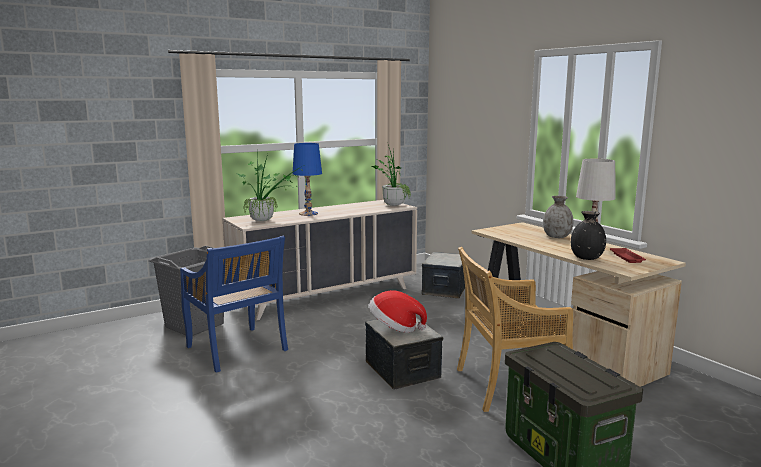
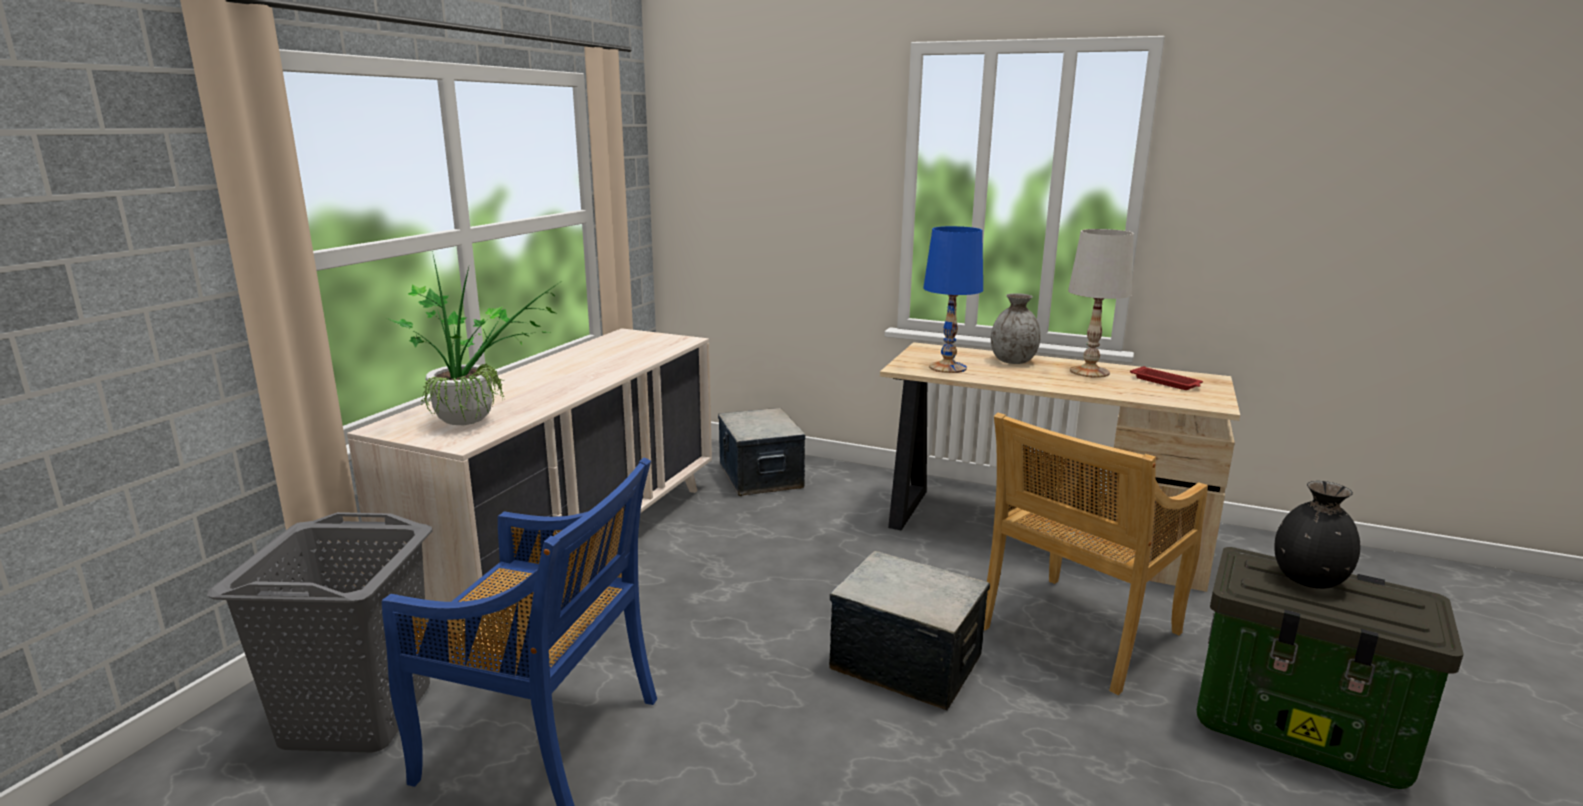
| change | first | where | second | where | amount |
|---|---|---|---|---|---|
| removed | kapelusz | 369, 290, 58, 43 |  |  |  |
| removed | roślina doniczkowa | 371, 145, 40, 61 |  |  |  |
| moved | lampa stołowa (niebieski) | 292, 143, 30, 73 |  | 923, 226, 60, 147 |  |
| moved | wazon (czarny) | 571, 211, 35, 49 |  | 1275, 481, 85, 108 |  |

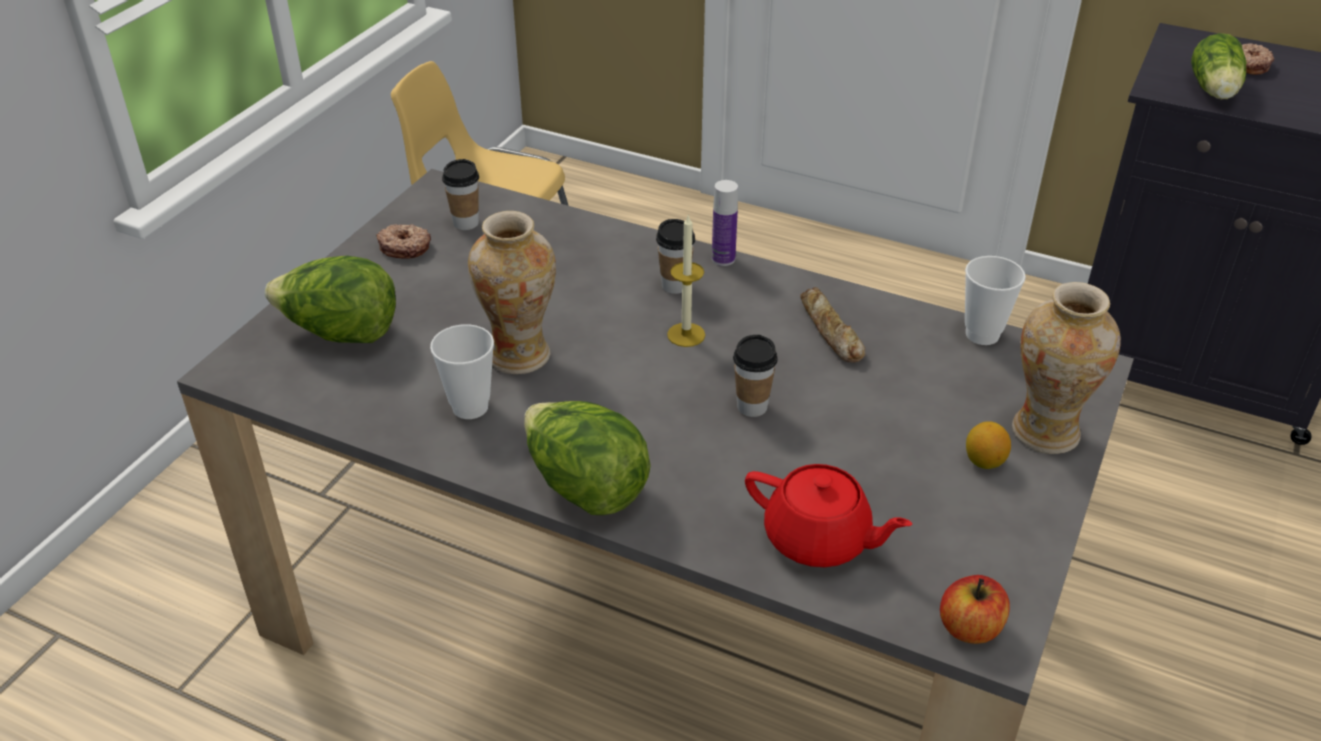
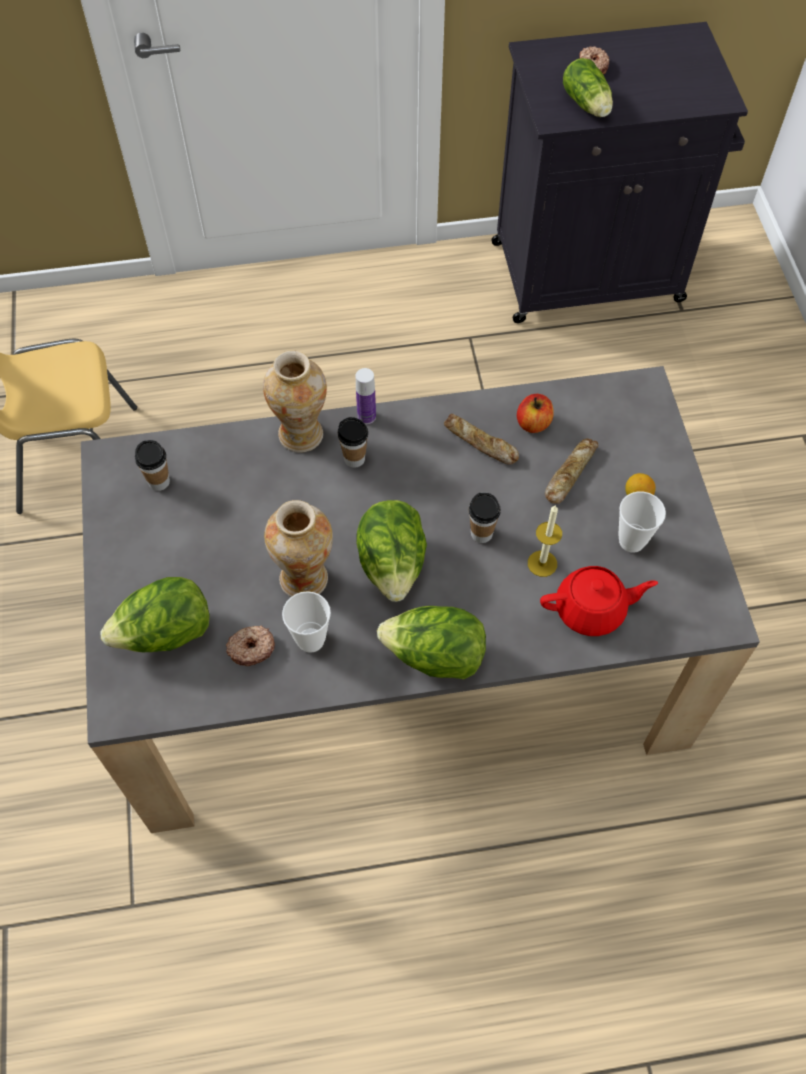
| change | first | where | second | where | amount |
|---|---|---|---|---|---|
| added |  |  | sałata | 356, 500, 71, 102 |  |
| added |  |  | chleb | 545, 439, 53, 65 |  |
| moved | donut | 376, 224, 55, 35 |  | 226, 626, 49, 40 |  |
| moved | świeca | 667, 214, 38, 133 |  | 528, 505, 34, 72 |  |
| moved | jabłko | 940, 575, 70, 69 |  | 517, 394, 37, 39 |  |
| moved | filiżanka | 965, 256, 61, 89 |  | 618, 492, 48, 61 |  |
| moved | wazon | 1012, 282, 109, 172 |  | 263, 350, 64, 103 |  |

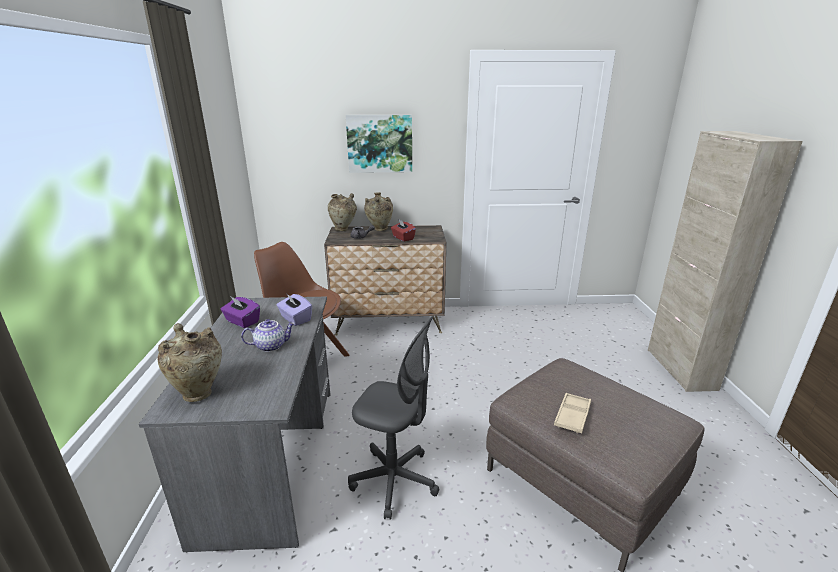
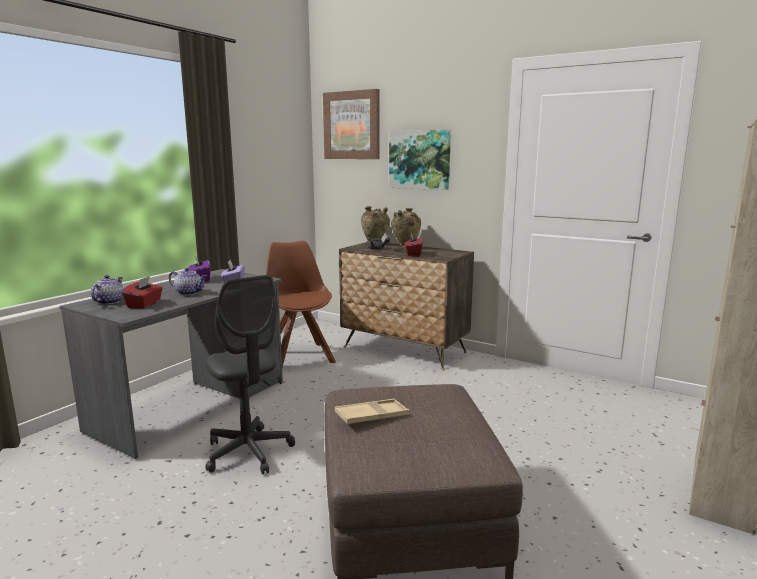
| change | first | where | second | where | amount |
|---|---|---|---|---|---|
| added |  |  | pudełko chusteczek (czerwony) | 122, 276, 41, 33 |  |
| added |  |  | obraz | 323, 89, 57, 70 |  |
| replaced | wazon (beżowy) | 157, 323, 65, 79 | imbryk | 91, 275, 33, 30 |  |

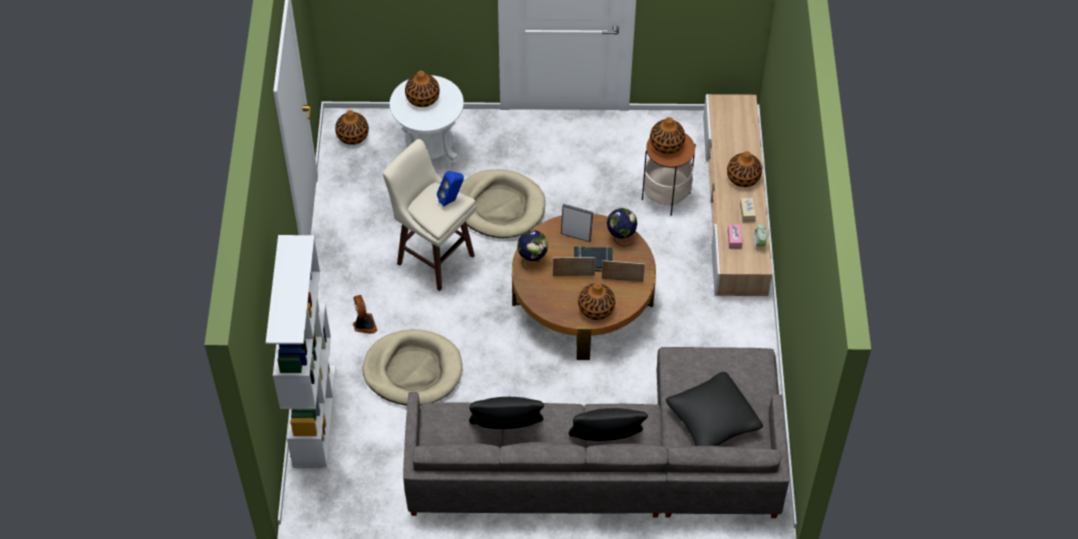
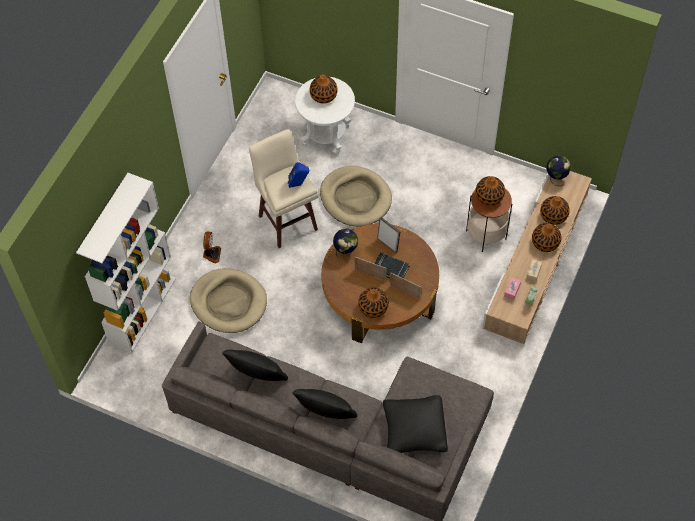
| change | first | where | second | where | amount |
|---|---|---|---|---|---|
| moved | wazon | 335, 110, 34, 35 |  | 540, 196, 30, 29 |  |
| moved | globus | 607, 208, 31, 39 |  | 547, 155, 24, 31 |  |

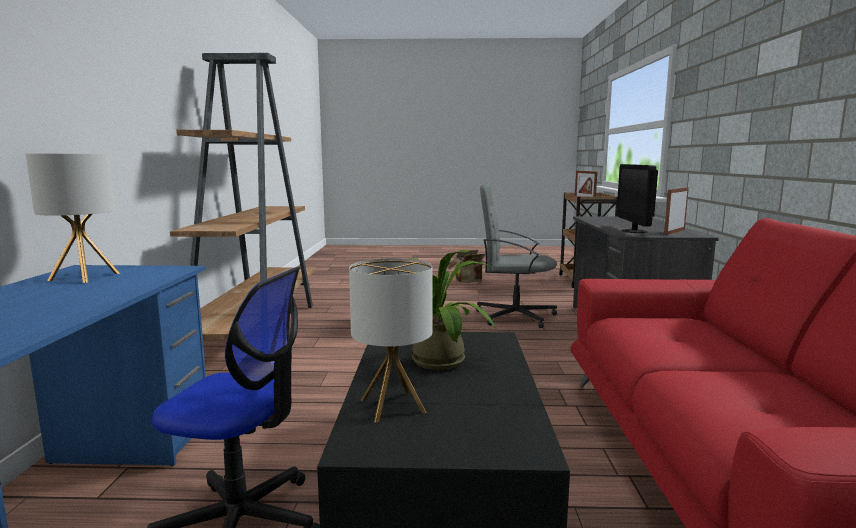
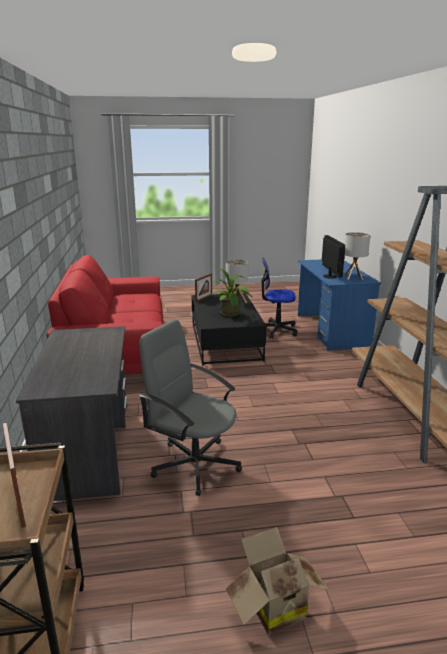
| change | first | where | second | where | amount |
|---|---|---|---|---|---|
| moved | monitor | 617, 164, 41, 69 |  | 322, 235, 23, 44 |  |
| moved | ramka na zdjęcie | 664, 187, 25, 48 |  | 195, 273, 17, 29 |  |
| turned | krzesło biurowe (szary) | 476, 183, 81, 145 |  | 139, 319, 103, 177 | 150 degrees counterclockwise |

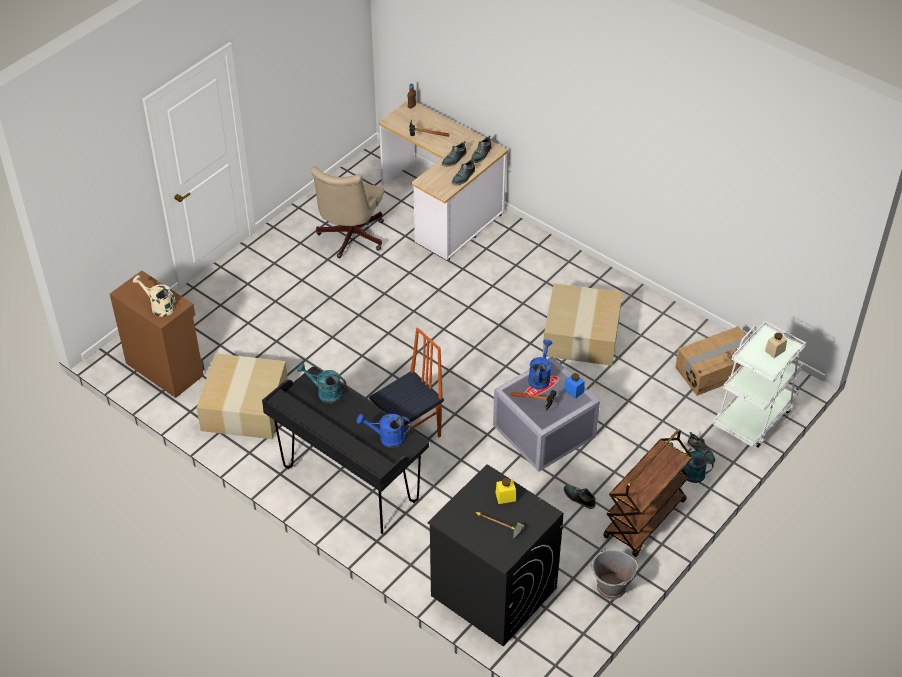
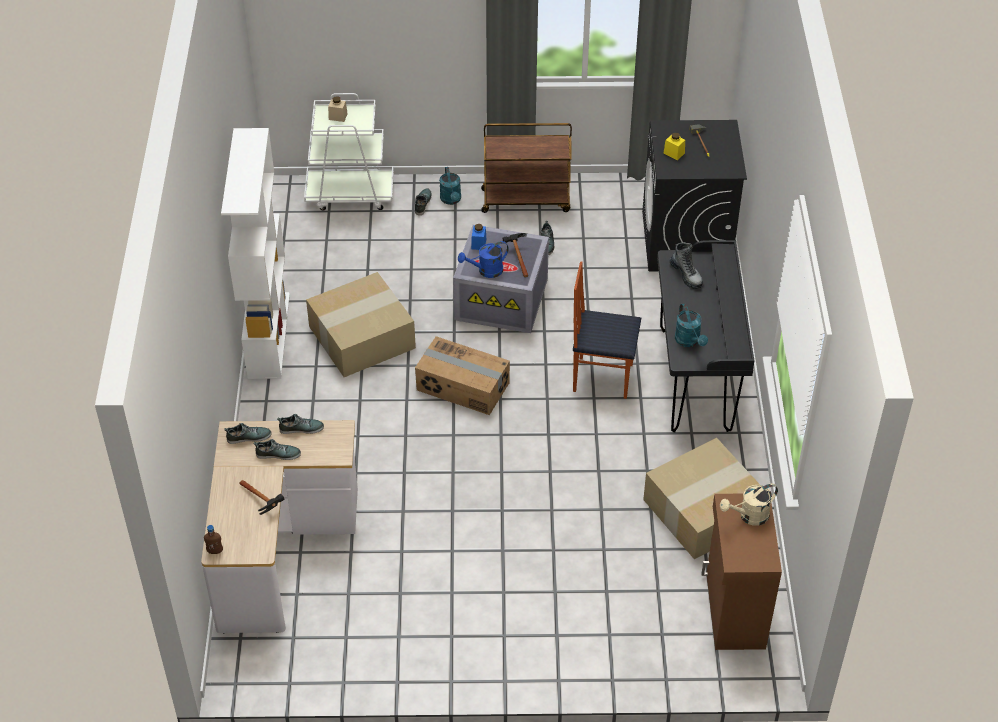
| change | first | where | second | where | amount |
|---|---|---|---|---|---|
| removed | krzesło biurowe (beżowy) | 311, 166, 73, 92 |  |  |  |
| removed | wiadro (szary) | 592, 548, 46, 52 |  |  |  |
| added |  |  | regał (biały) | 221, 128, 69, 251 |  |
| moved | karton | 675, 326, 73, 70 |  | 415, 336, 95, 79 |  |
| replaced | konewka (niebieski) | 357, 414, 54, 34 | but z cholewką | 670, 242, 33, 47 |  |
| turned | konewka (beżowy) | 133, 275, 43, 42 |  | 720, 483, 58, 43 | 75 degrees clockwise |

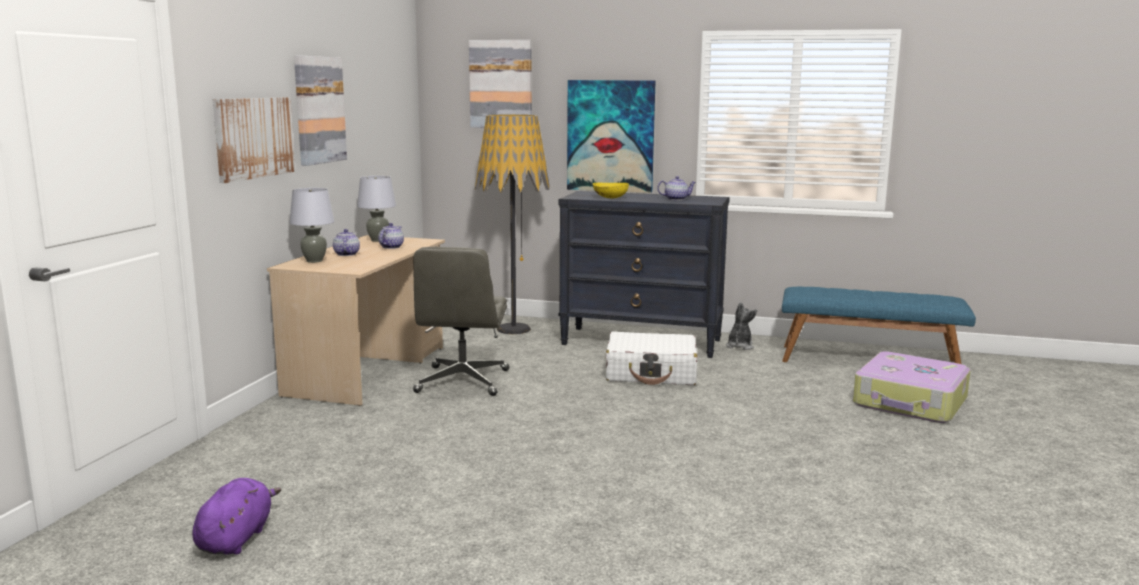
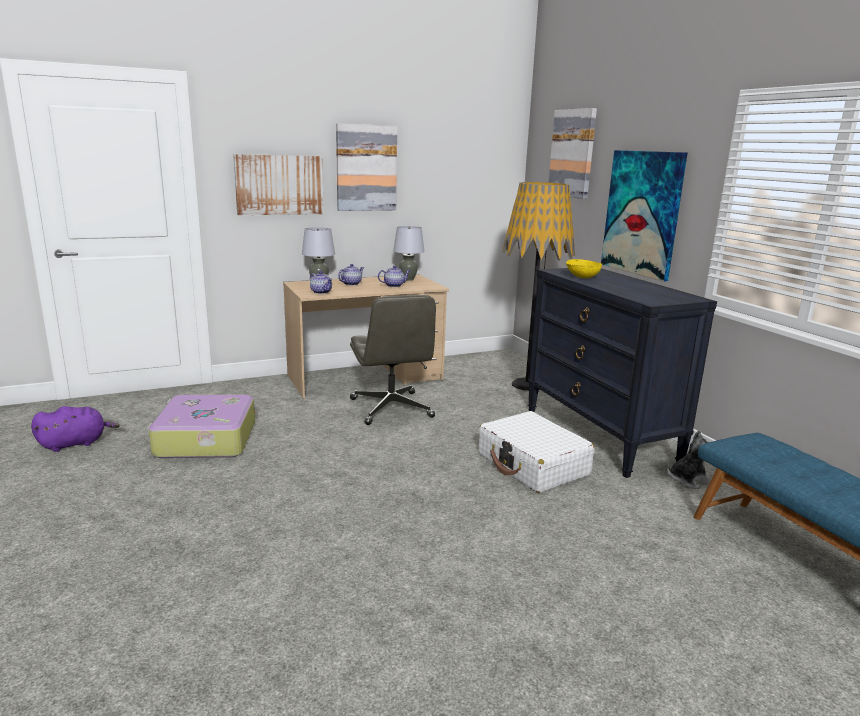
| change | first | where | second | where | amount |
|---|---|---|---|---|---|
| moved | imbryk | 657, 176, 39, 24 |  | 310, 271, 22, 23 |  |
| moved | walizka | 853, 351, 117, 72 |  | 147, 395, 108, 63 |  |
| turned | krzesło biurowe (szary) | 413, 247, 96, 149 |  | 350, 295, 86, 130 | 75 degrees counterclockwise |

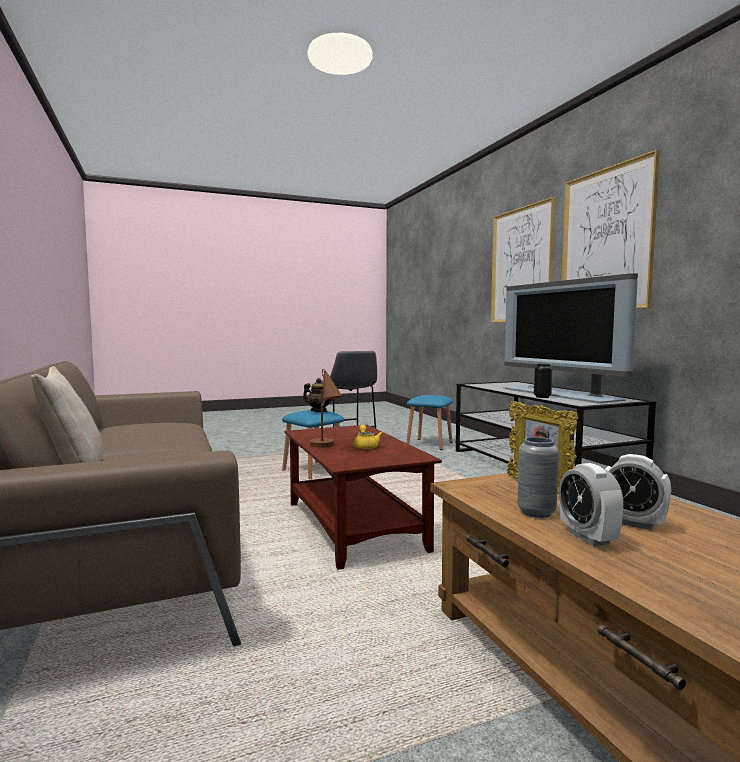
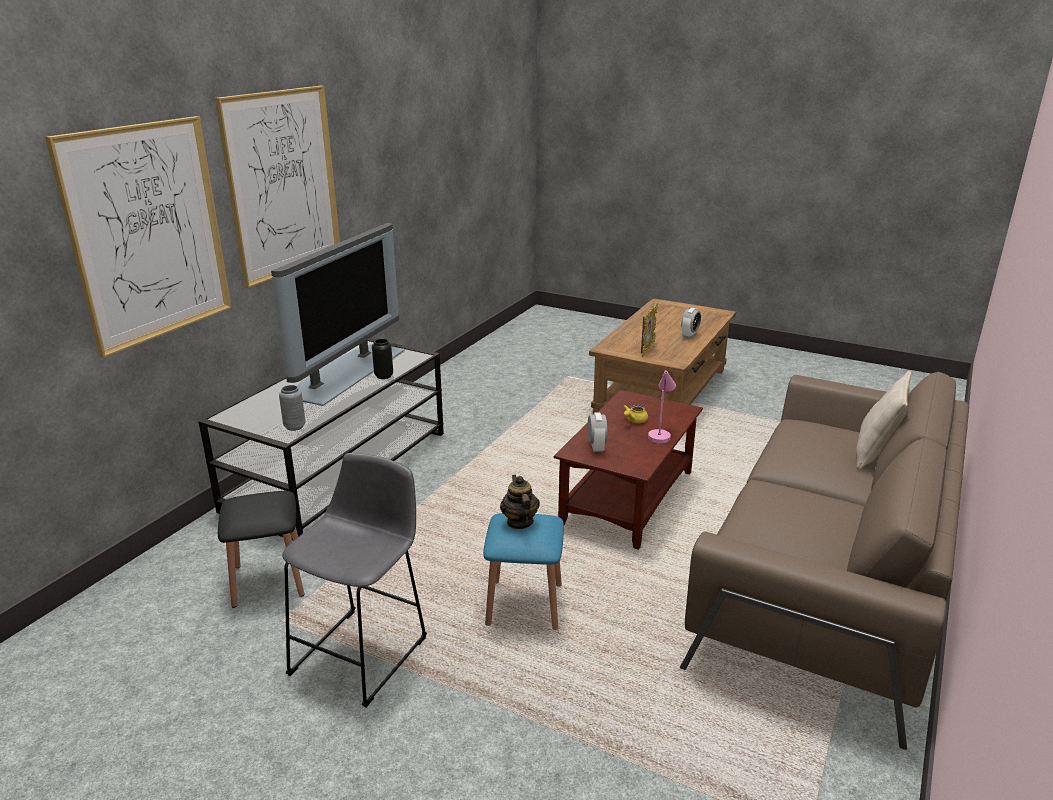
| change | first | where | second | where | amount |
|---|---|---|---|---|---|
| moved | wazon (szary) | 517, 437, 42, 81 |  | 279, 385, 27, 46 |  |
| moved | budzik | 605, 454, 66, 76 |  | 588, 412, 19, 40 |  |
| recoloured | lampa stołowa (brązowy) | 310, 369, 32, 79 | lampa stołowa (różowy) | 648, 370, 28, 73 |  |
| recoloured | stołek (niebieski) | 406, 395, 47, 55 | stołek (czarny) | 218, 491, 87, 117 |  |

